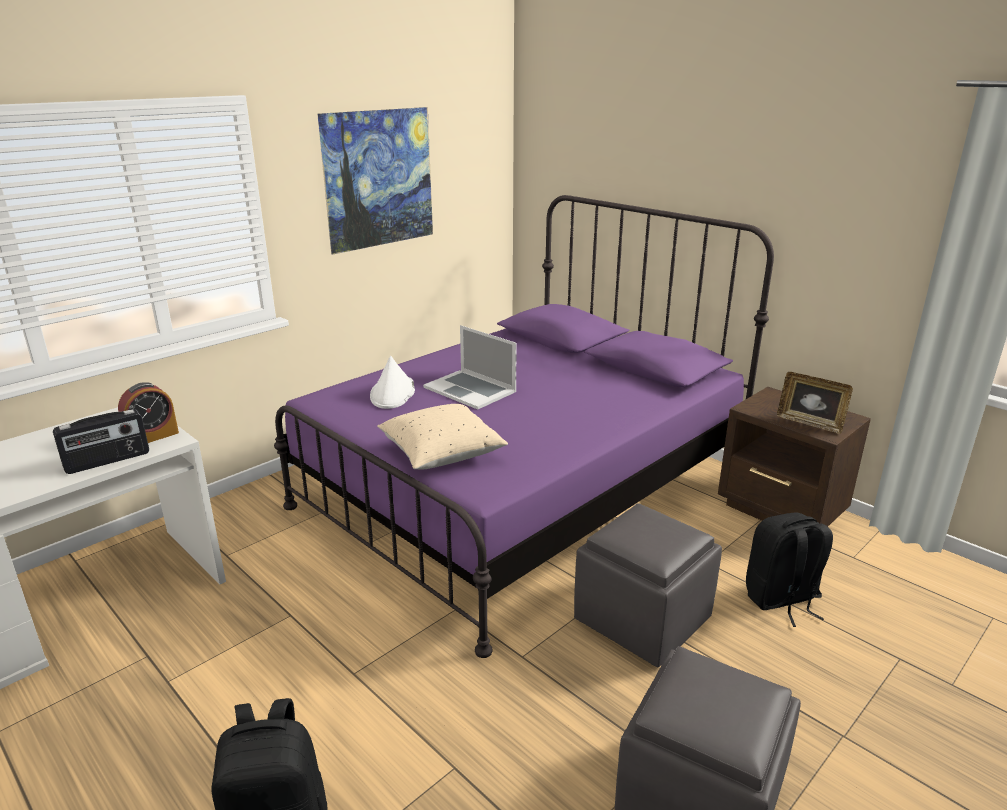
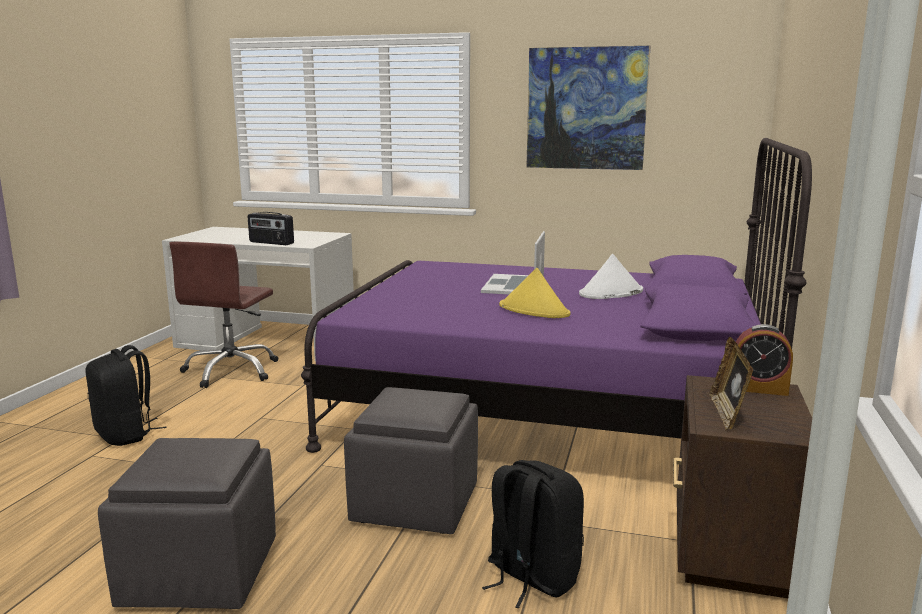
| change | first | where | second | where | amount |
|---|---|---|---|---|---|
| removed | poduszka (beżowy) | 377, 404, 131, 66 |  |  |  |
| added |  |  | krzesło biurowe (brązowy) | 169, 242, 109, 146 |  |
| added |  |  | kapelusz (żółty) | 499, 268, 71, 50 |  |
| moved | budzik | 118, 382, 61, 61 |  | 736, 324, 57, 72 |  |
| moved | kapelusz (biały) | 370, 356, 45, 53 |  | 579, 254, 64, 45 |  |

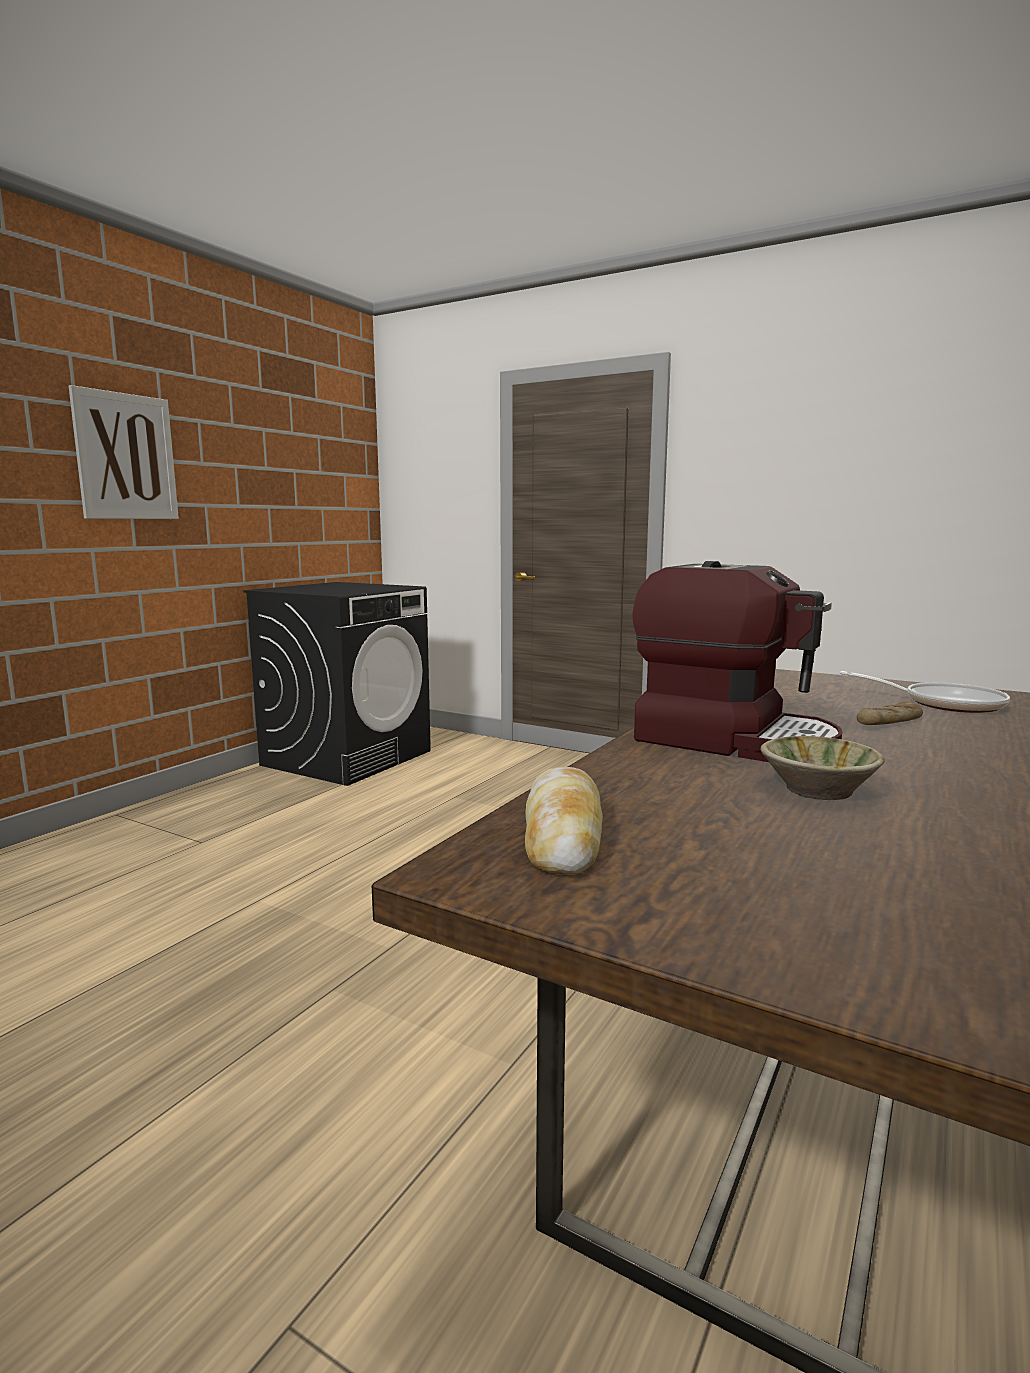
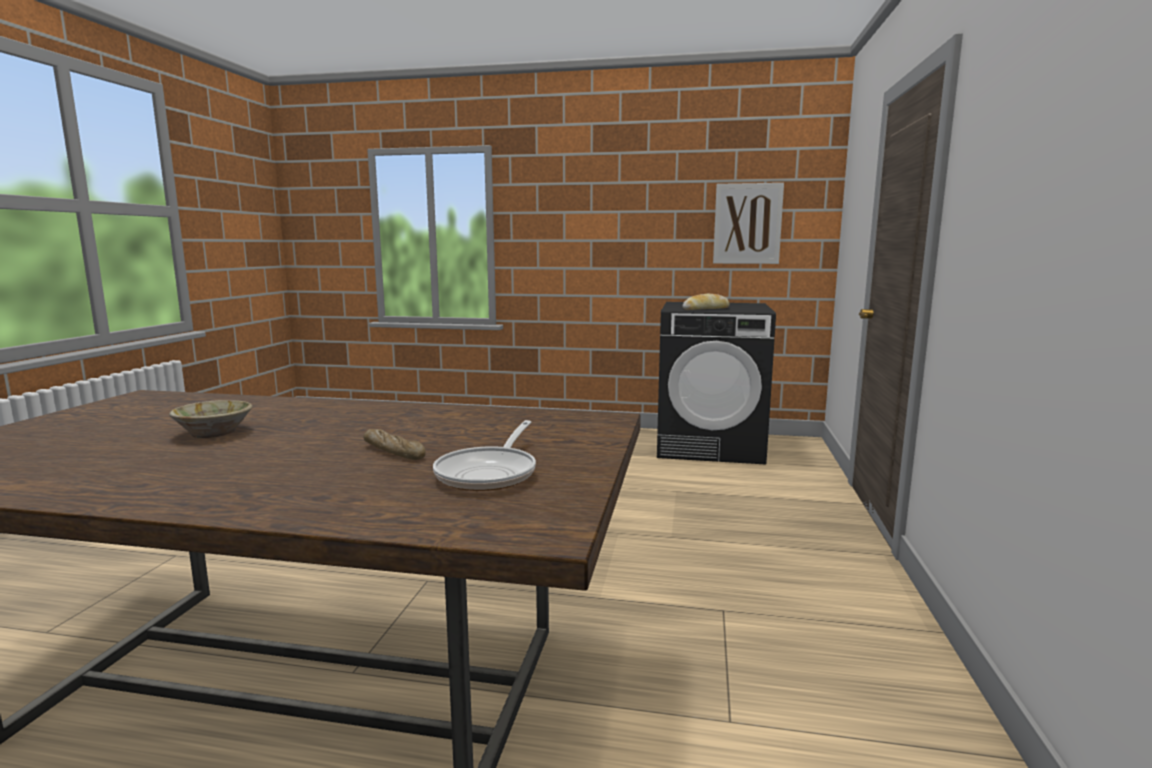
| change | first | where | second | where | amount |
|---|---|---|---|---|---|
| removed | ekspres do kawy | 632, 561, 210, 201 |  |  |  |
| moved | obraz | 69, 385, 110, 134 |  | 713, 183, 71, 81 |  |
| moved | chleb | 525, 767, 78, 107 |  | 682, 294, 48, 16 |  |

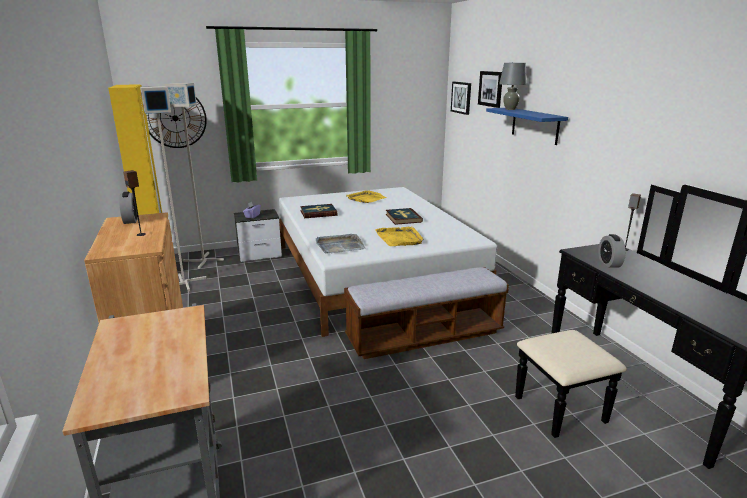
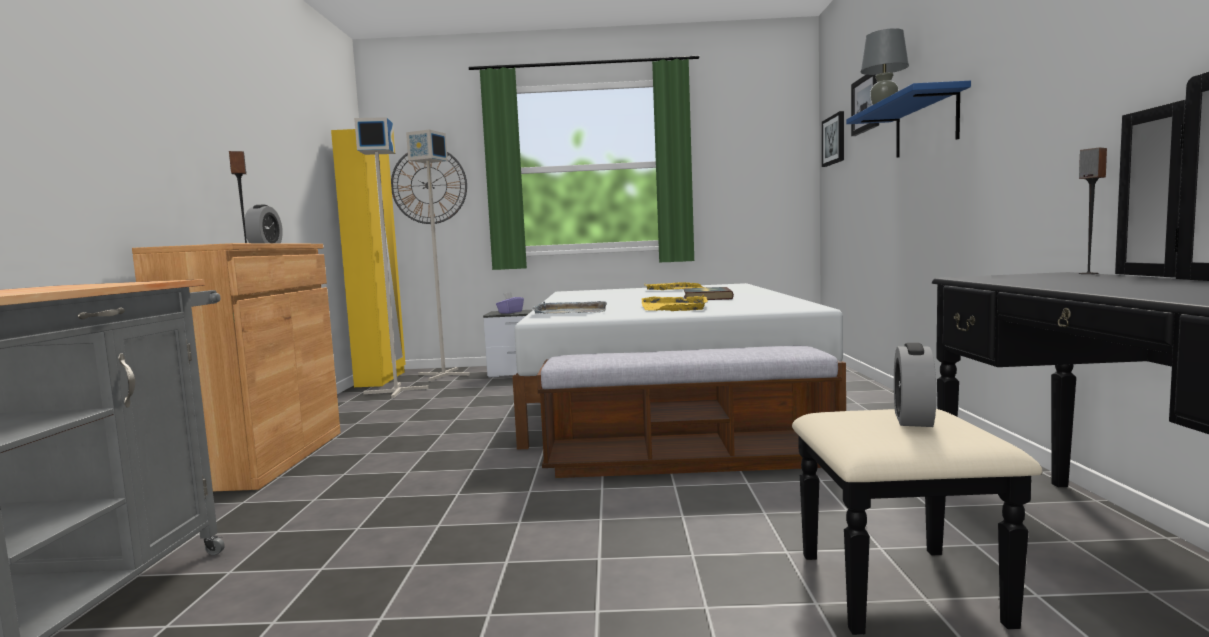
| change | first | where | second | where | amount |
|---|---|---|---|---|---|
| removed | książka | 300, 204, 37, 14 |  |  |  |
| moved | budzik | 598, 234, 28, 34 |  | 894, 343, 42, 84 |  |

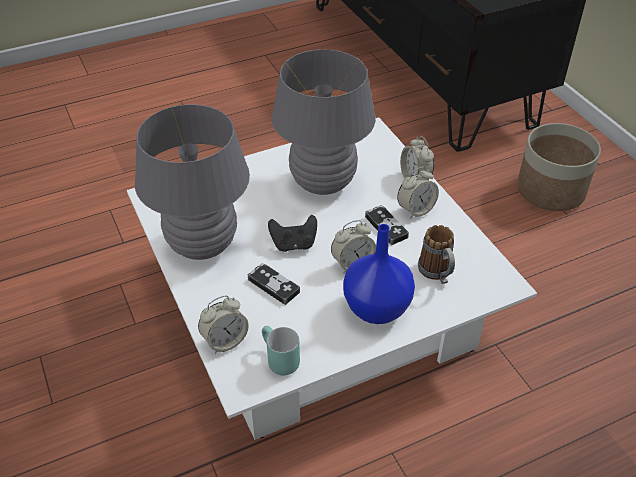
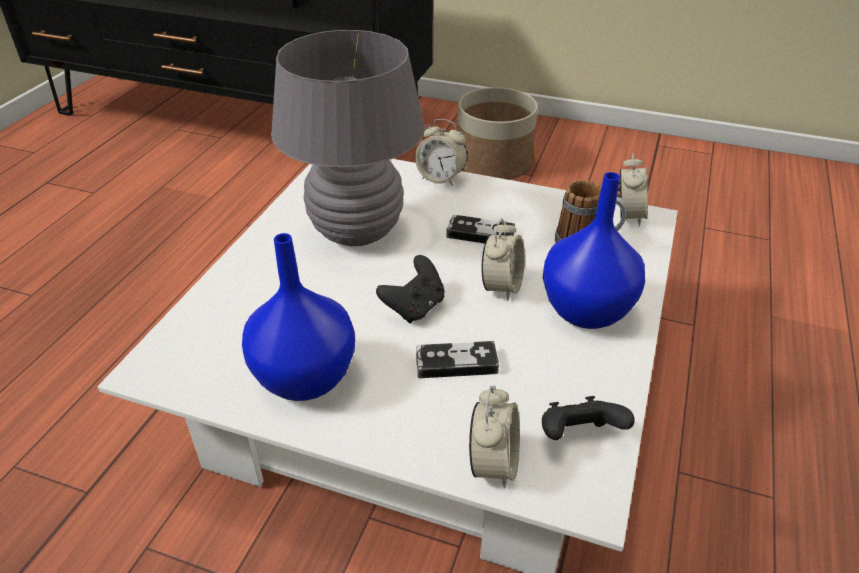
| change | first | where | second | where | amount |
|---|---|---|---|---|---|
| moved | budzik | 397, 167, 42, 52 |  | 617, 153, 31, 73 |  |
| replaced | lampa stołowa (szary) | 135, 104, 115, 156 | wazon (niebieski) | 242, 233, 113, 168 |  |
| replaced | kubek (turkusowy) | 262, 326, 38, 49 | pad do gier (czarny) | 542, 396, 93, 44 |  |

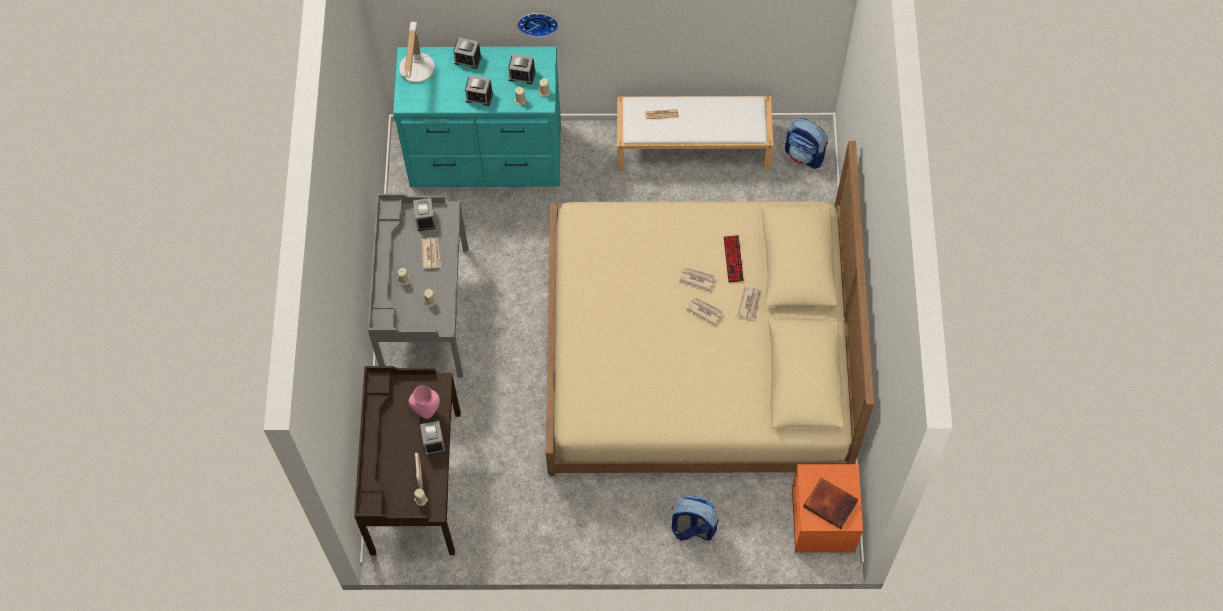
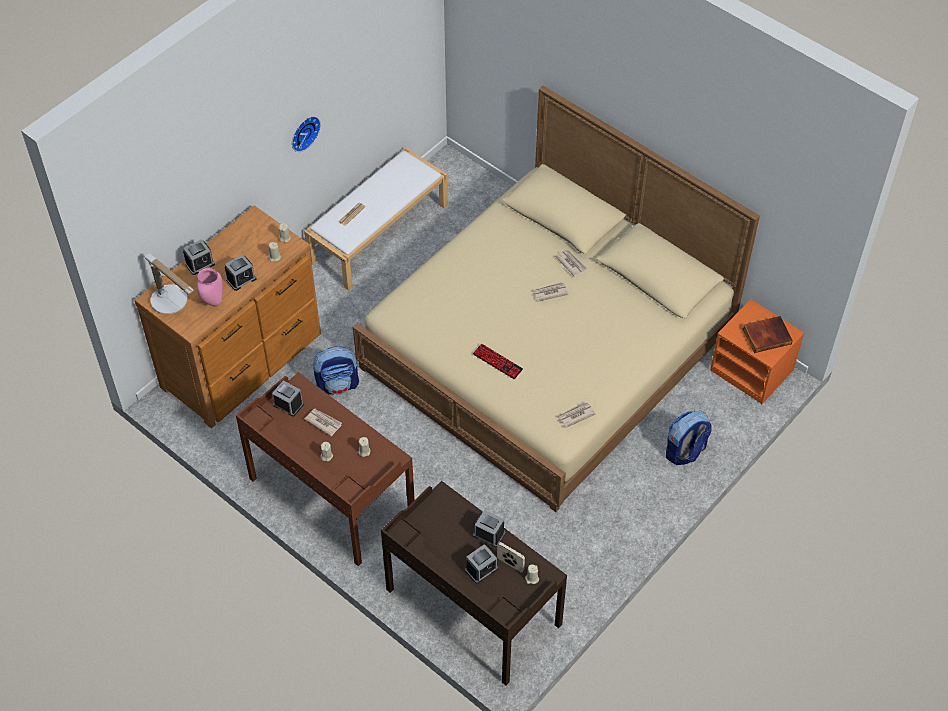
| change | first | where | second | where | amount |
|---|---|---|---|---|---|
| moved | wazon (różowy) | 409, 385, 31, 34 |  | 197, 268, 26, 38 |  |
| moved | budzik | 508, 54, 28, 30 |  | 465, 544, 33, 40 |  |
| moved | zegar ścienny | 517, 13, 41, 24 |  | 292, 116, 29, 36 |  |
| moved | gazeta | 679, 267, 36, 24 |  | 557, 402, 39, 26 |  |
| moved | klawiatura | 724, 235, 20, 48 |  | 473, 344, 50, 35 |  |
| moved | plecak | 785, 118, 43, 51 |  | 313, 346, 46, 49 |  |
| recoloured | biurko (szary) | 368, 194, 100, 184 | biurko (brązowy) | 236, 372, 179, 194 |  |
| recoloured | komoda (turkusowy) | 393, 46, 168, 141 | komoda (brązowy) | 134, 205, 187, 223 |  |

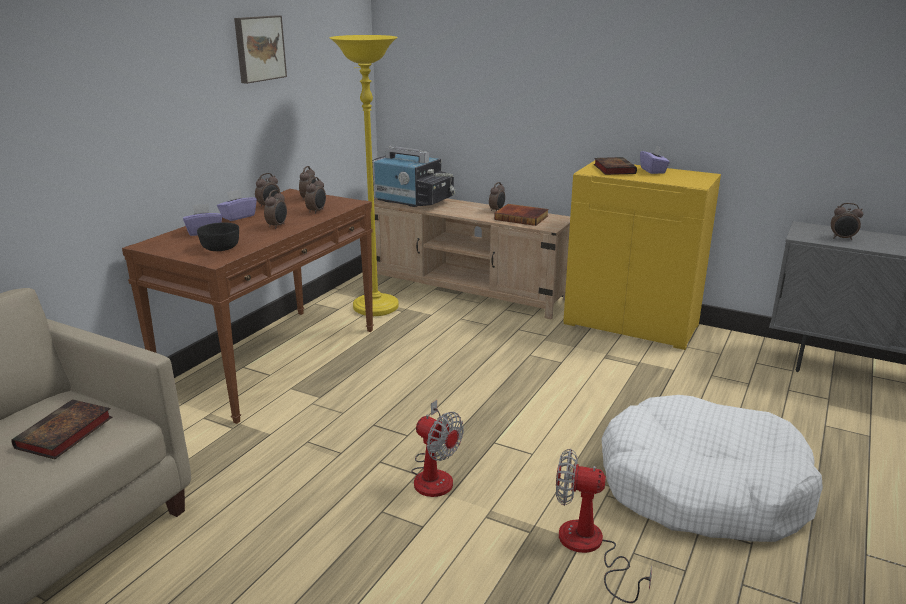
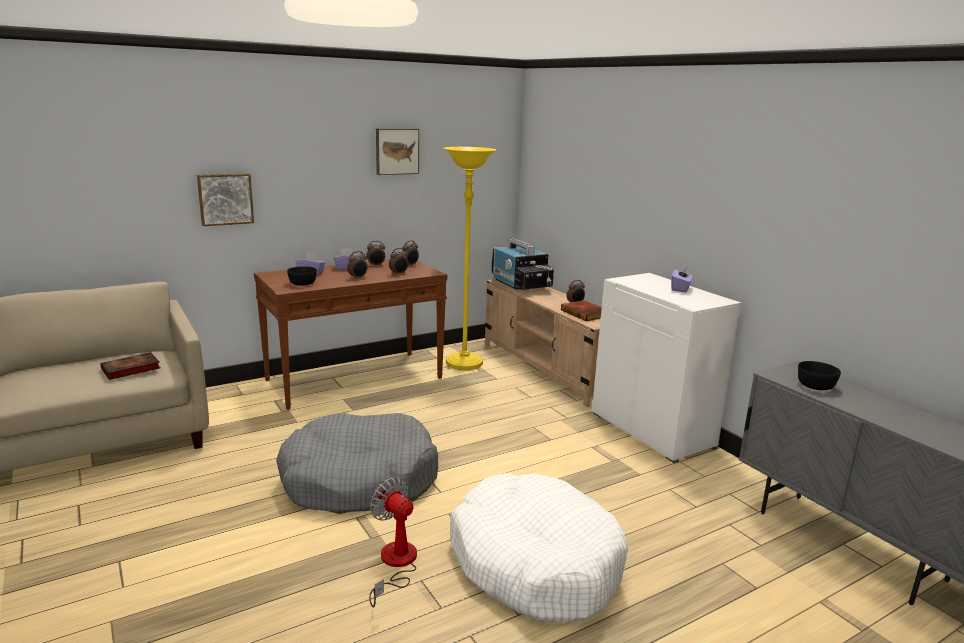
| change | first | where | second | where | amount |
|---|---|---|---|---|---|
| removed | książka | 594, 157, 43, 18 |  |  |  |
| added |  |  | obraz | 197, 173, 57, 53 |  |
| replaced | wentylator | 411, 400, 53, 97 | legowisko (szary) | 276, 413, 162, 101 |  |
| replaced | budzik | 831, 203, 32, 37 | miska (czarny) | 798, 361, 43, 29 |  |
| recoloured | szafka (żółty) | 563, 161, 158, 189 | szafka (biały) | 592, 273, 149, 190 |  |

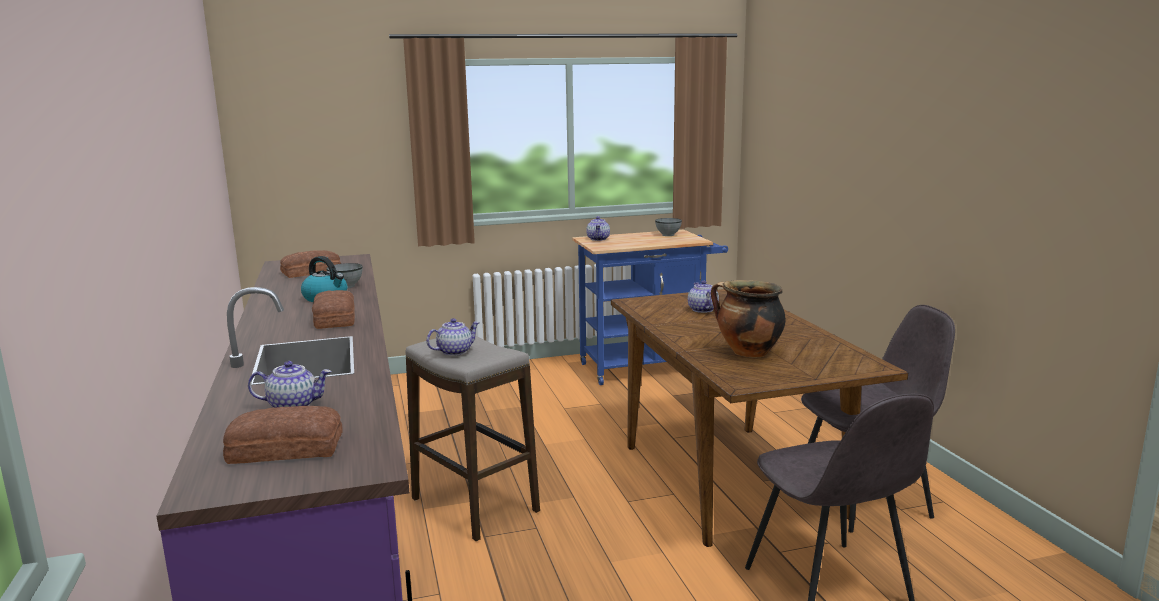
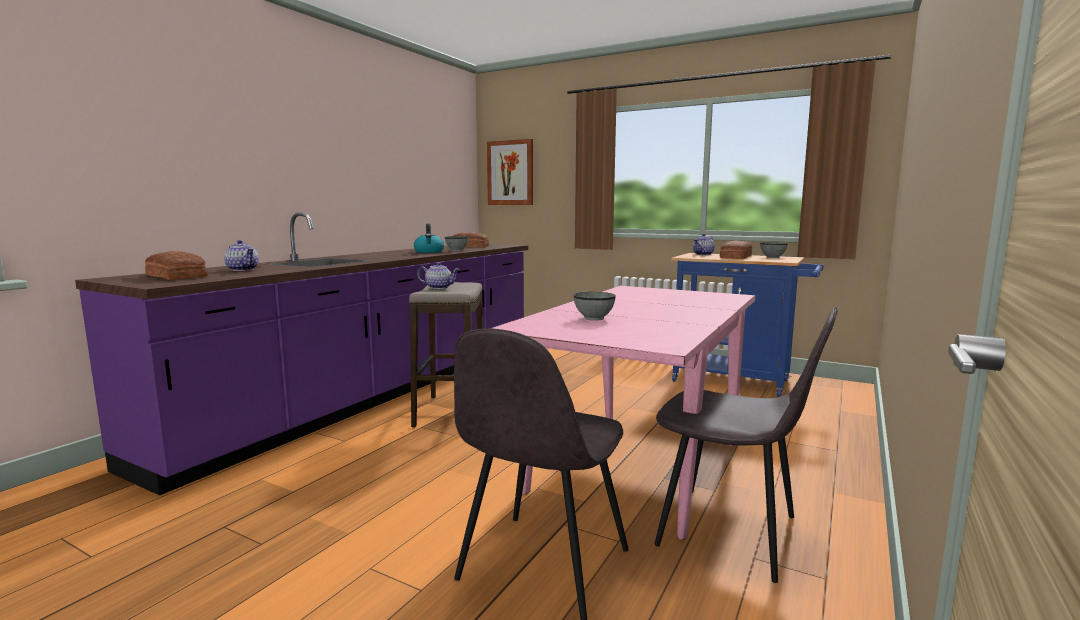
| change | first | where | second | where | amount |
|---|---|---|---|---|---|
| removed | imbryk | 688, 281, 31, 32 |  |  |  |
| added |  |  | obraz | 487, 139, 46, 66 |  |
| moved | chleb | 312, 290, 43, 39 |  | 720, 241, 32, 18 |  |
| replaced | garnek | 711, 280, 75, 78 | miska (szary) | 573, 292, 43, 29 |  |
| recoloured | stół jadalny (brązowy) | 611, 289, 297, 258 | stół jadalny (różowy) | 490, 286, 265, 254 |  |

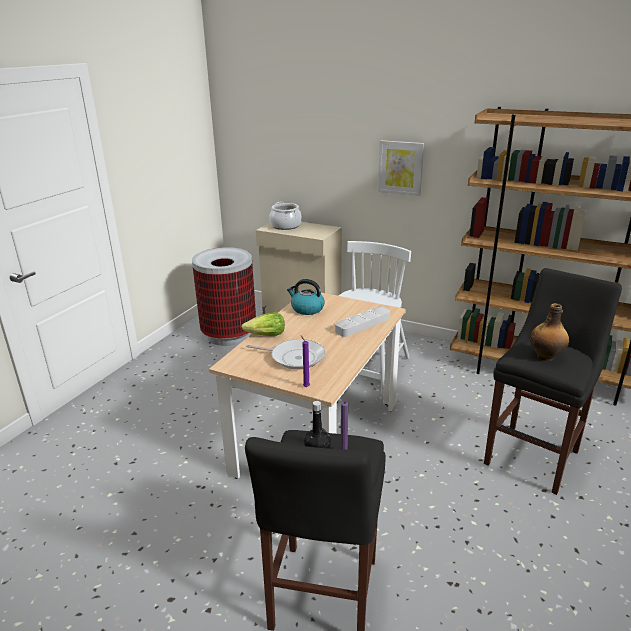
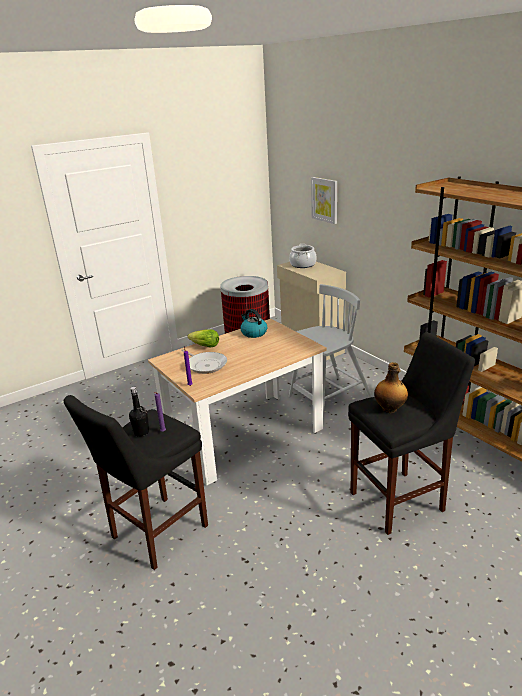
| change | first | where | second | where | amount |
|---|---|---|---|---|---|
| removed | taca (szary) | 335, 306, 55, 31 |  |  |  |
| moved | obraz | 378, 140, 46, 56 |  | 311, 177, 26, 47 |  |

